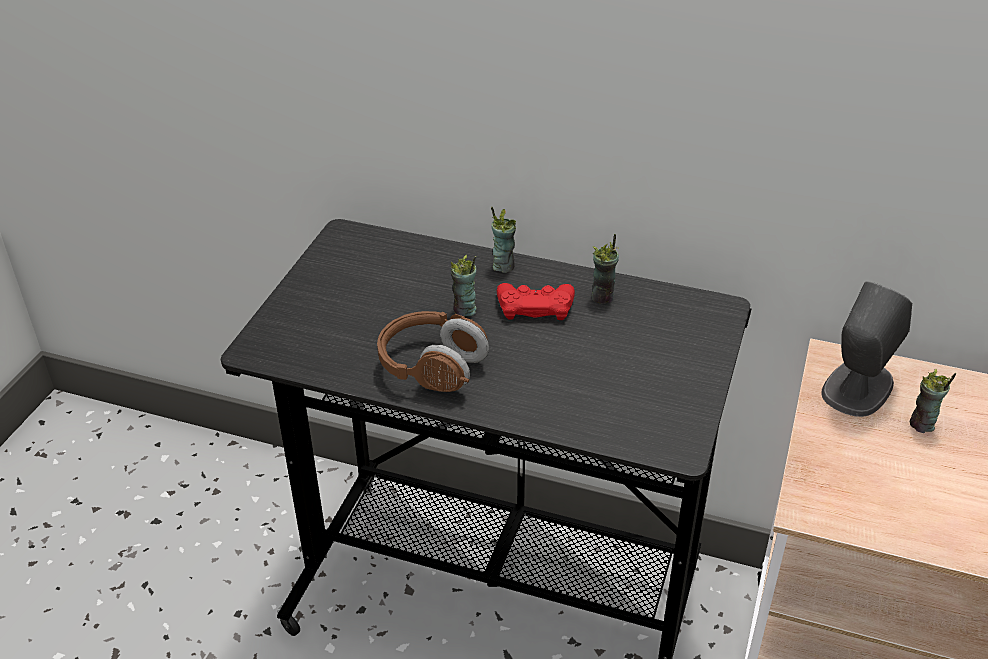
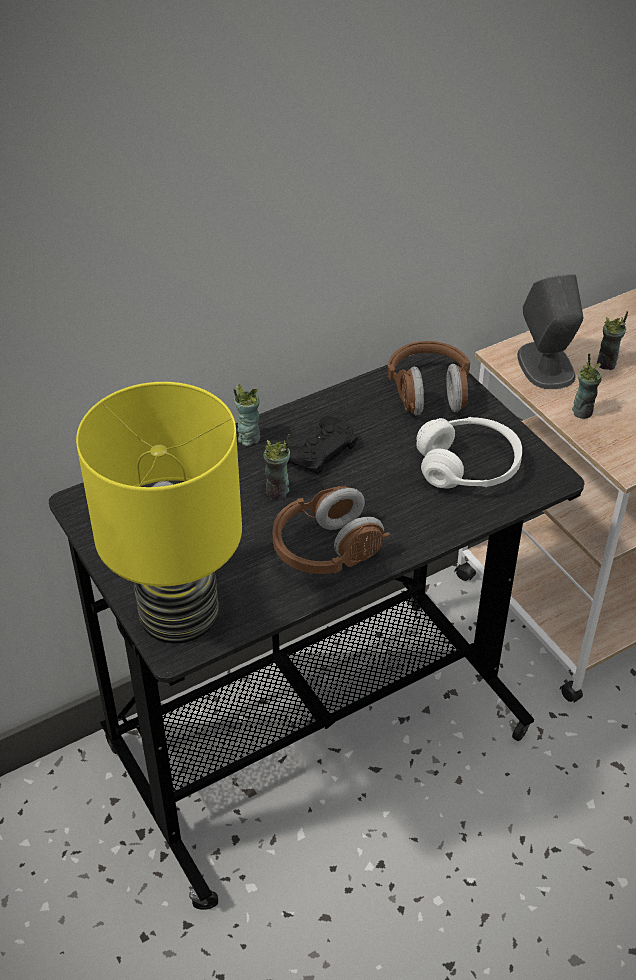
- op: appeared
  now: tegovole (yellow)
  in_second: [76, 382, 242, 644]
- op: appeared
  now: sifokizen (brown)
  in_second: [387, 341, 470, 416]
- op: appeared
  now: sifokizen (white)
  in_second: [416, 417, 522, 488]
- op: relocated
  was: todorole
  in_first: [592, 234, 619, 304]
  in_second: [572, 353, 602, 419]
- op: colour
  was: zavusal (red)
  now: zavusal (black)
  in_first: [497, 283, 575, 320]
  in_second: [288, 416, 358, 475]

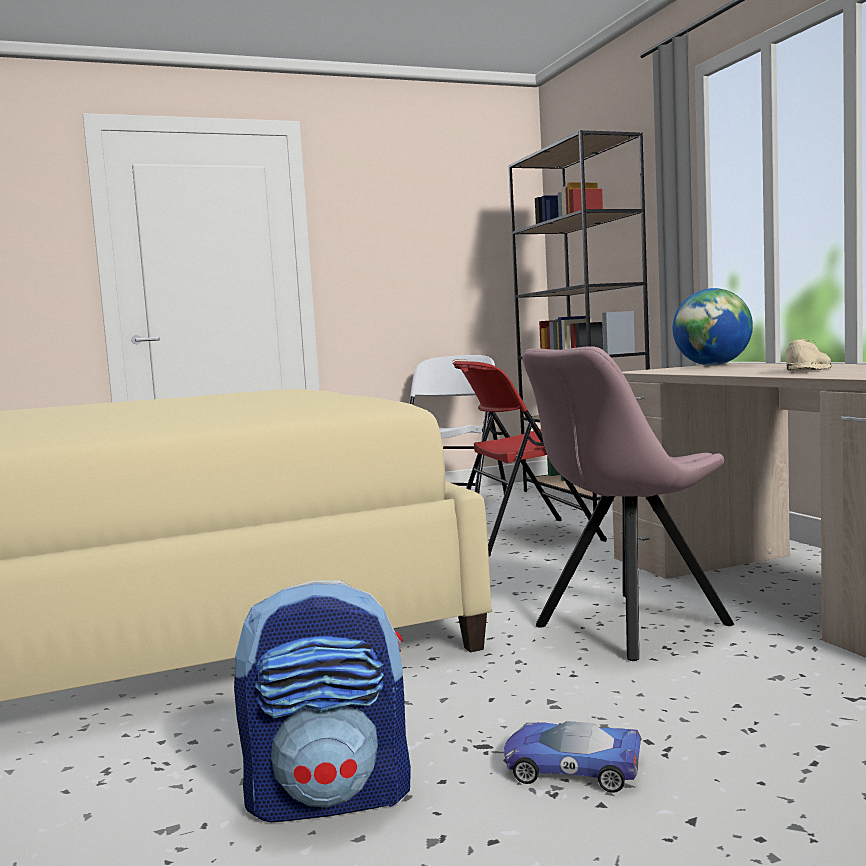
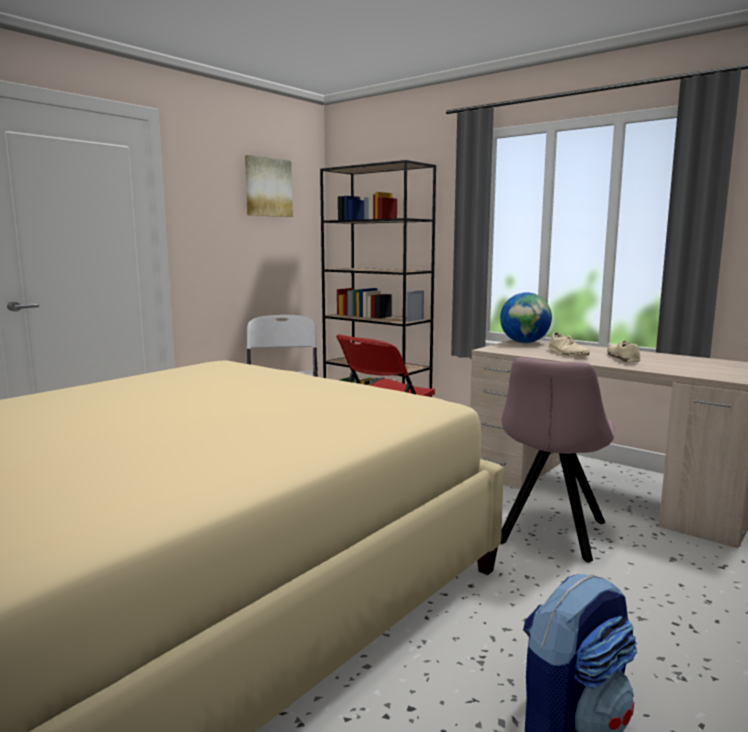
- op: missing
  was: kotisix
  in_first: [504, 721, 642, 793]
- op: appeared
  now: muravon
  in_second: [245, 155, 293, 217]
- op: appeared
  now: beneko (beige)
  in_second: [549, 332, 590, 356]

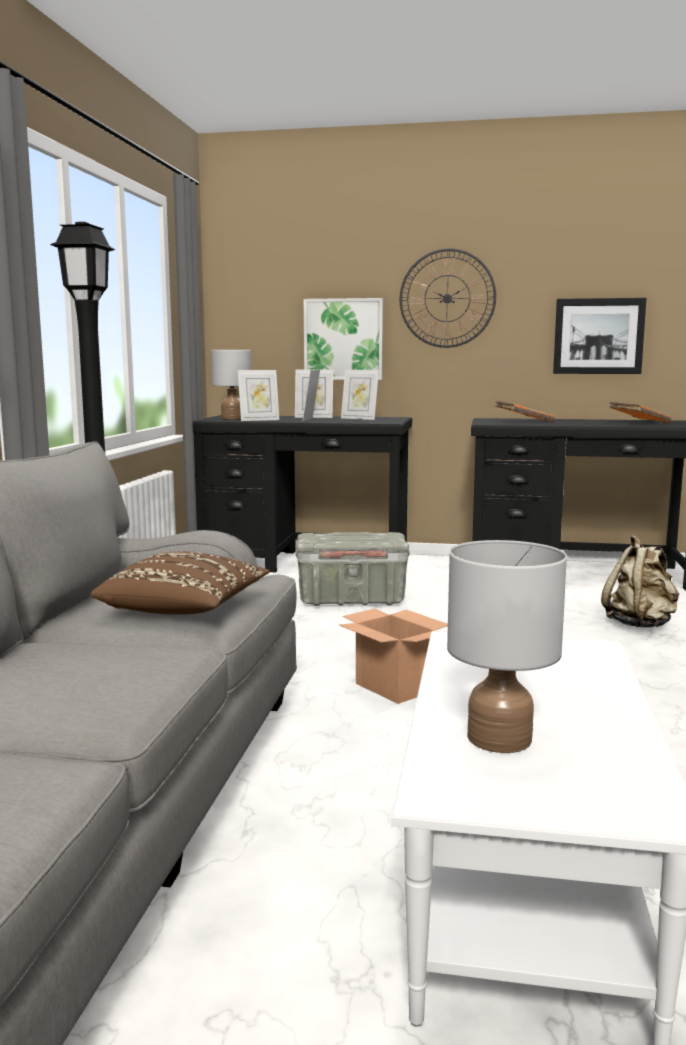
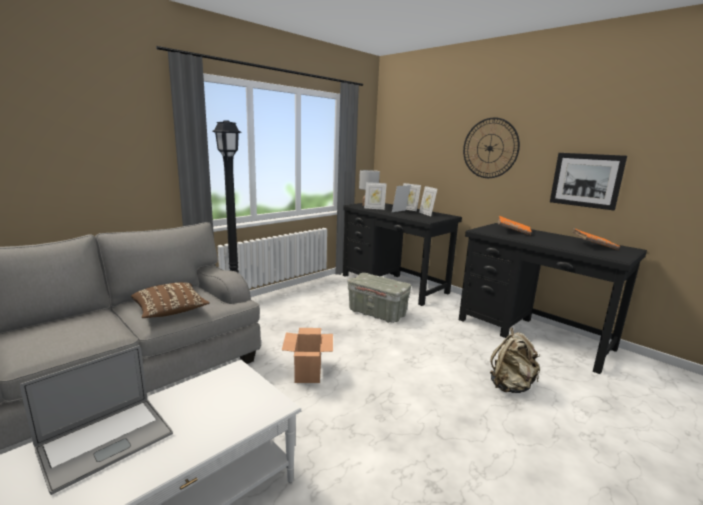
- op: missing
  was: muravon
  in_first: [304, 298, 383, 380]
- op: exchanged
  was: tegovole (grey)
  now: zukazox
  in_first: [447, 540, 567, 753]
  in_second: [20, 345, 173, 495]

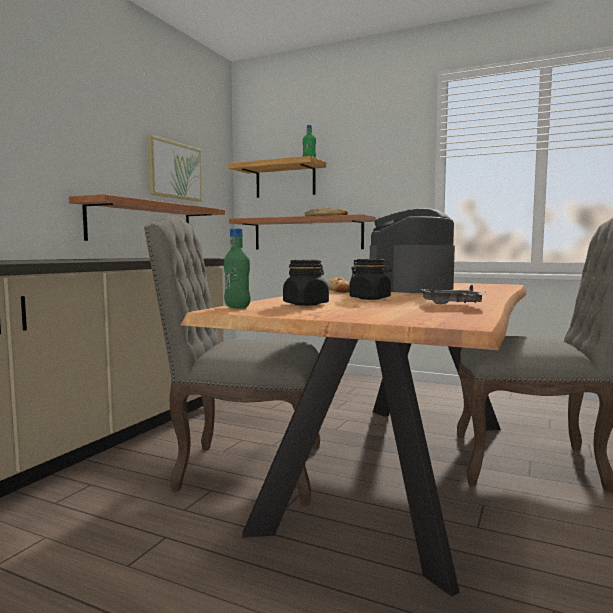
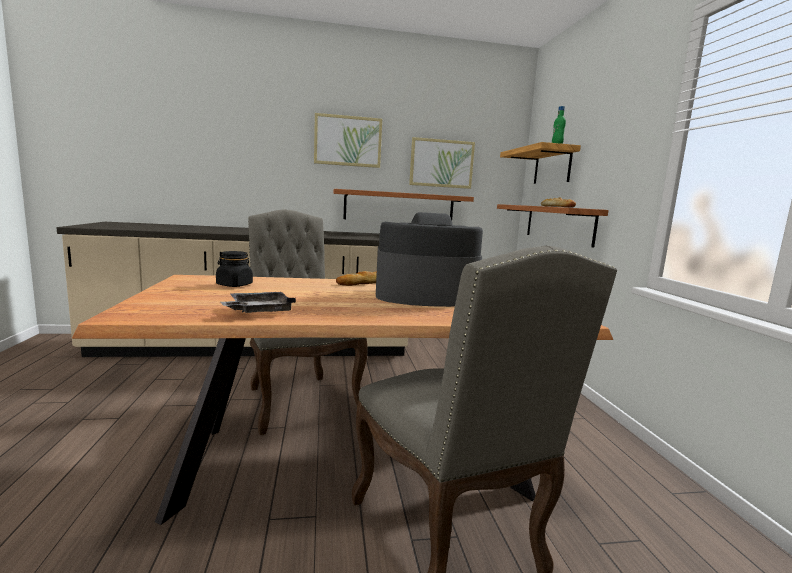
- op: missing
  was: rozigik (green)
  in_first: [224, 228, 251, 309]
- op: missing
  was: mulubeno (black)
  in_first: [349, 259, 392, 300]
- op: appeared
  now: muravon
  in_second: [314, 113, 382, 168]

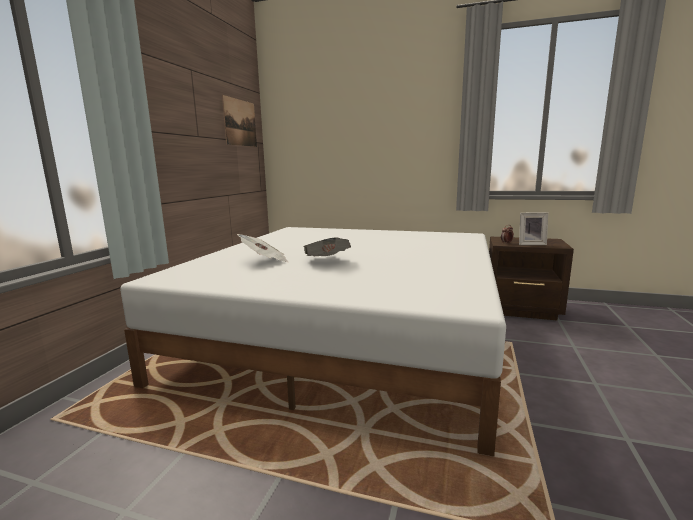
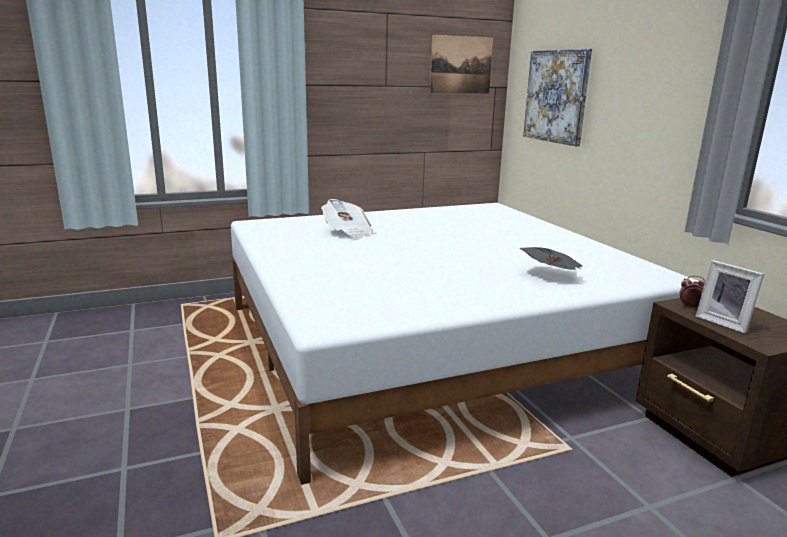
- op: appeared
  now: muravon
  in_second: [523, 49, 592, 146]
- op: relocated
  was: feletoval
  in_first: [303, 237, 351, 256]
  in_second: [520, 247, 583, 270]

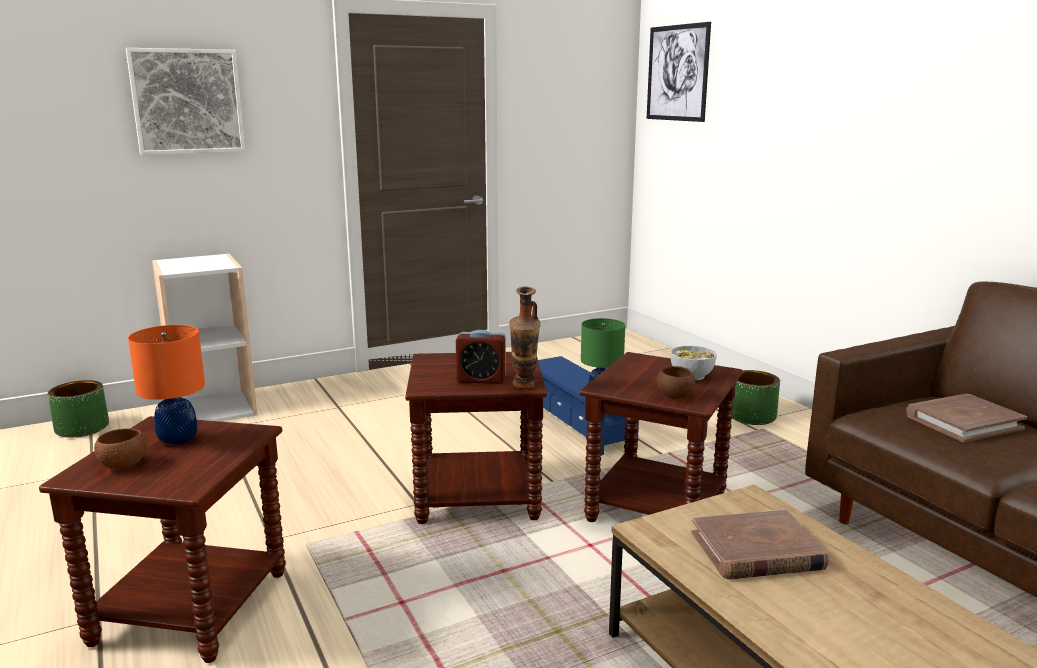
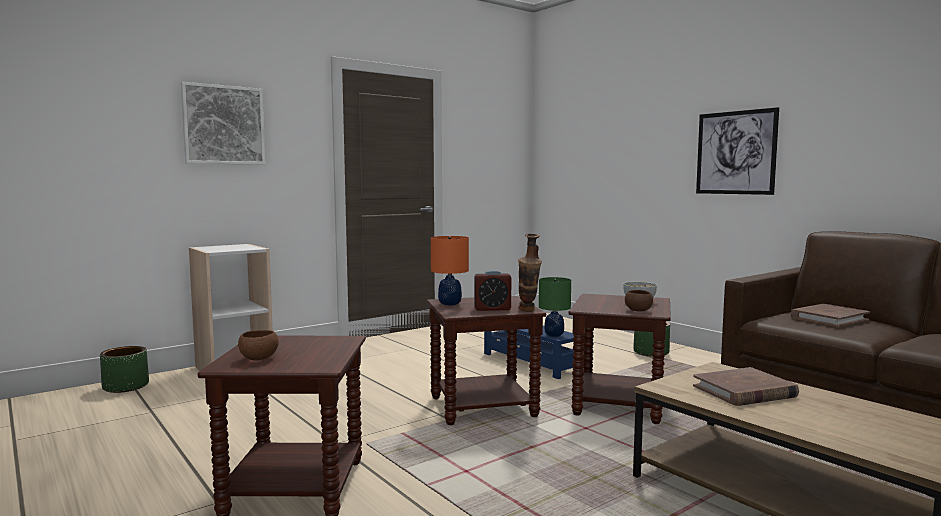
- op: relocated
  was: tegovole (orange)
  in_first: [128, 325, 205, 445]
  in_second: [431, 236, 469, 305]
- op: relocated
  was: muravon
  in_first: [647, 22, 711, 122]
  in_second: [696, 107, 779, 195]

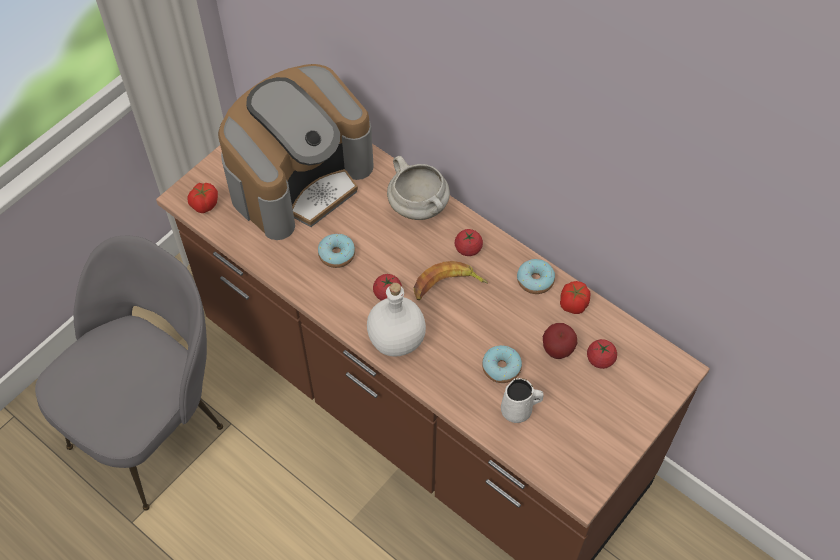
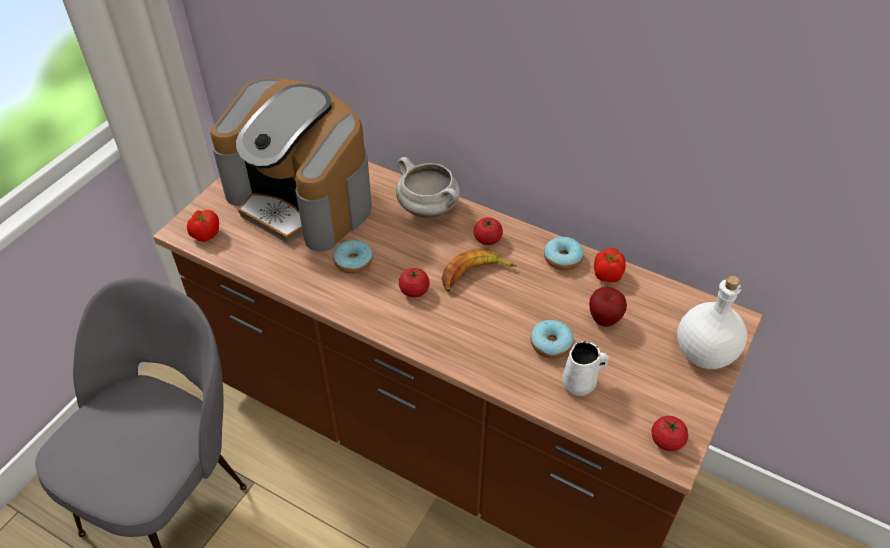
- op: relocated
  was: rozigik (white)
  in_first: [367, 282, 426, 357]
  in_second: [677, 275, 747, 369]
- op: relocated
  was: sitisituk
  in_first: [587, 339, 617, 369]
  in_second: [651, 416, 688, 451]
- op: spun
  was: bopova
  in_first: [218, 64, 374, 240]
  in_second: [210, 78, 372, 252]
  clockwise: 90

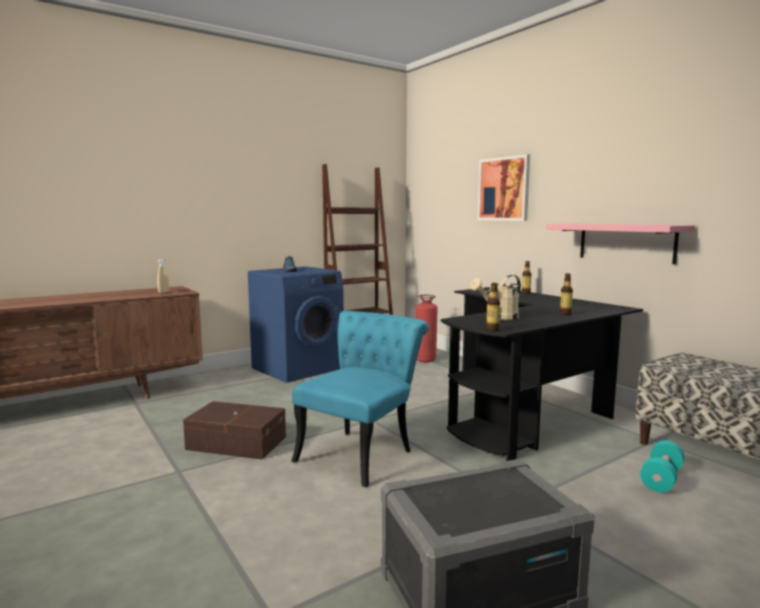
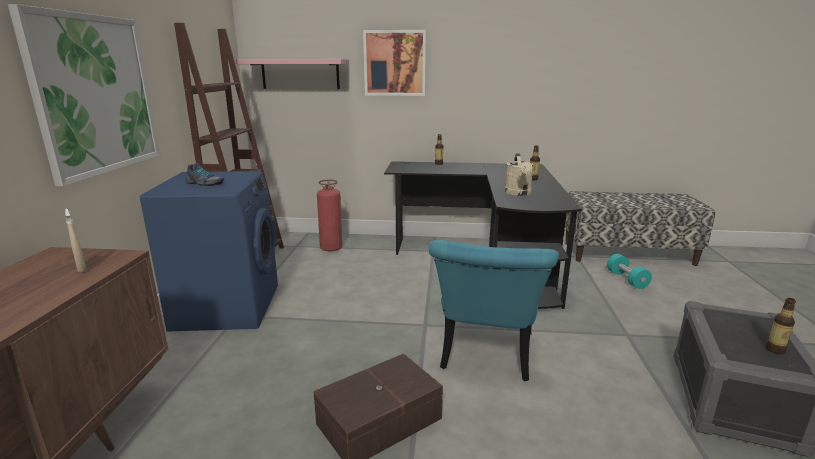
- op: appeared
  now: muravon
  in_second: [8, 4, 160, 187]
- op: relocated
  was: rozigik
  in_first: [486, 283, 500, 331]
  in_second: [766, 298, 796, 354]
- op: relocated
  was: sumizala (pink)
  in_first: [546, 224, 695, 264]
  in_second: [236, 59, 349, 89]
- op: spun
  was: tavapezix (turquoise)
  in_first: [291, 311, 429, 487]
  in_second: [429, 240, 559, 381]
  clockwise: -150

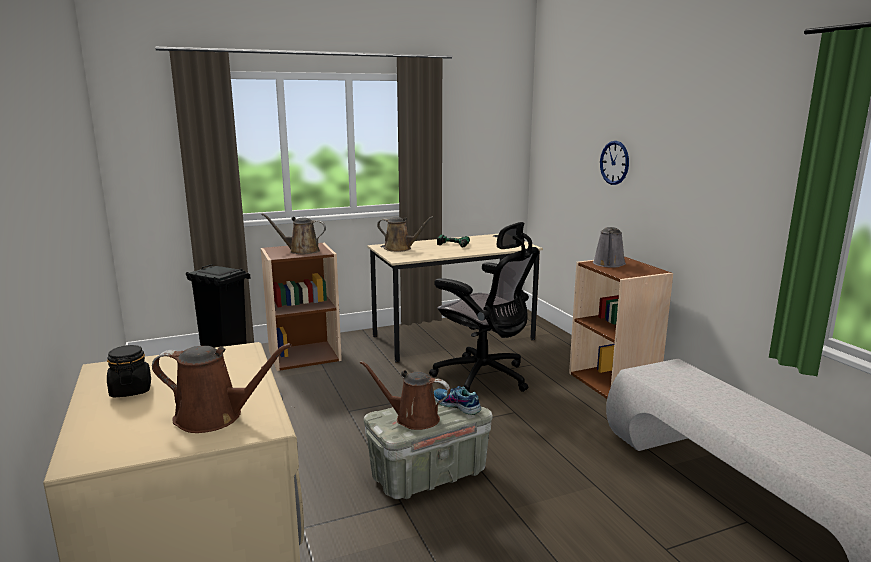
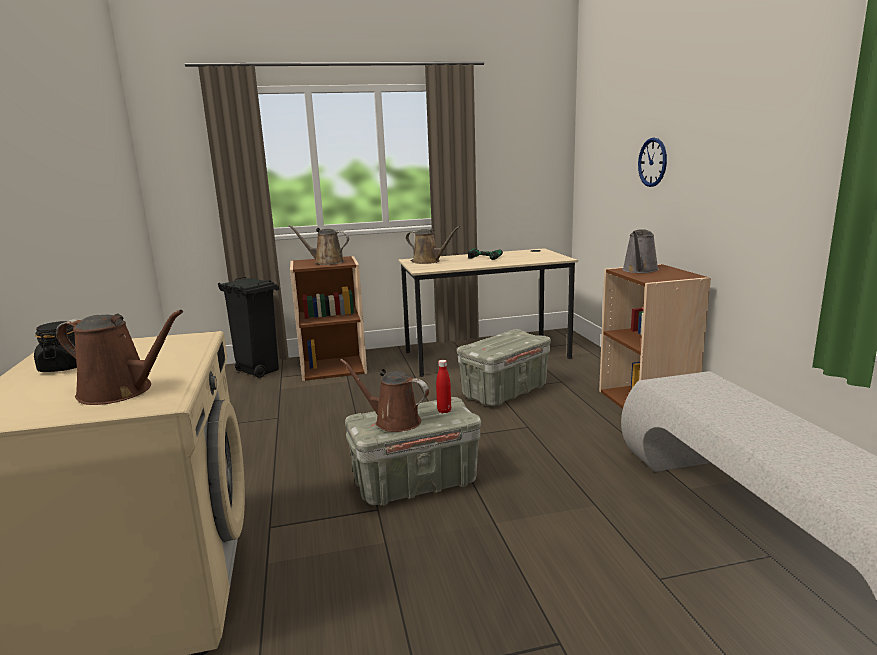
- op: exchanged
  was: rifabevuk
  now: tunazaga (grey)
  in_first: [429, 222, 539, 392]
  in_second: [457, 329, 551, 406]
- op: exchanged
  was: beneko
  now: rozigik (red)
  in_first: [434, 386, 481, 415]
  in_second: [436, 360, 451, 413]

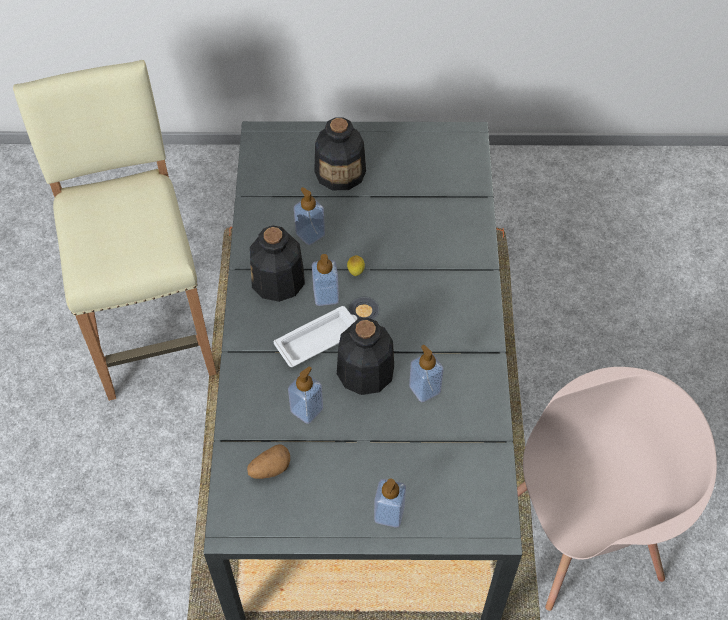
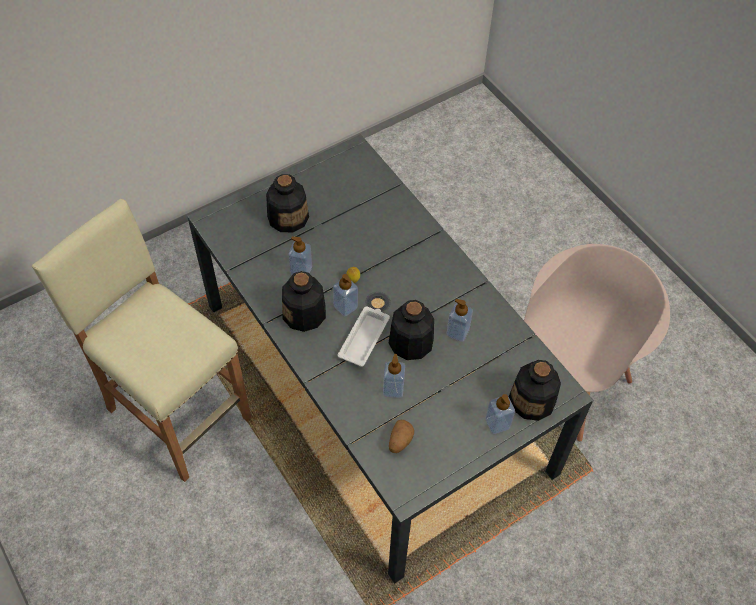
- op: appeared
  now: rozigik
  in_second: [509, 360, 561, 421]

